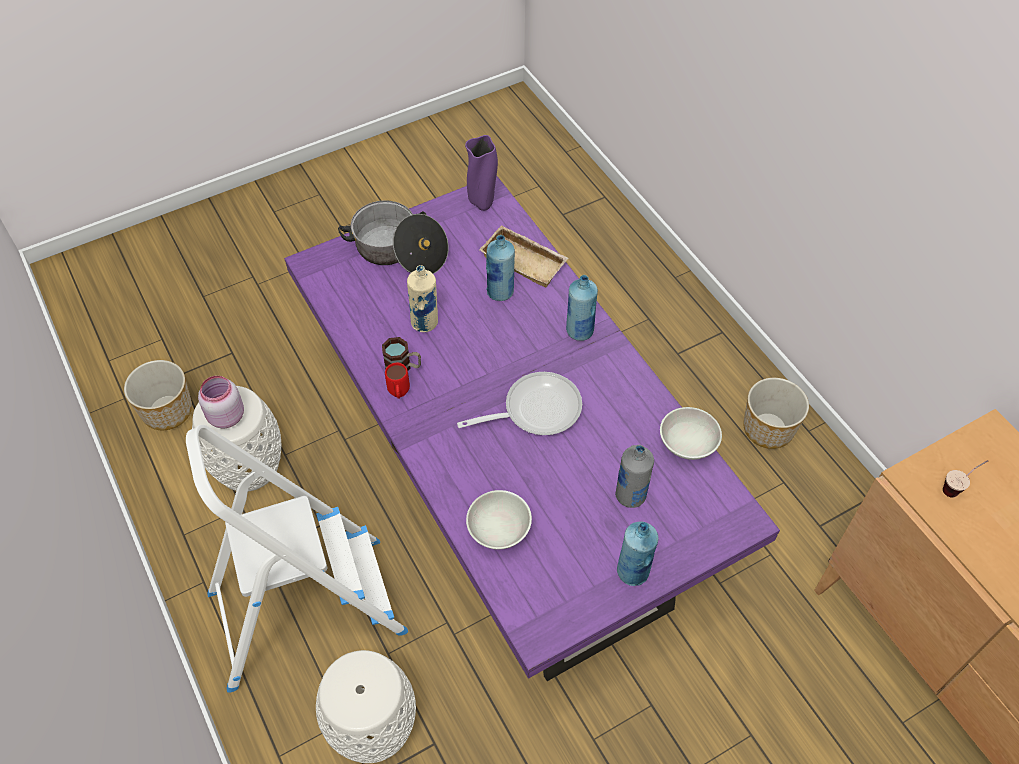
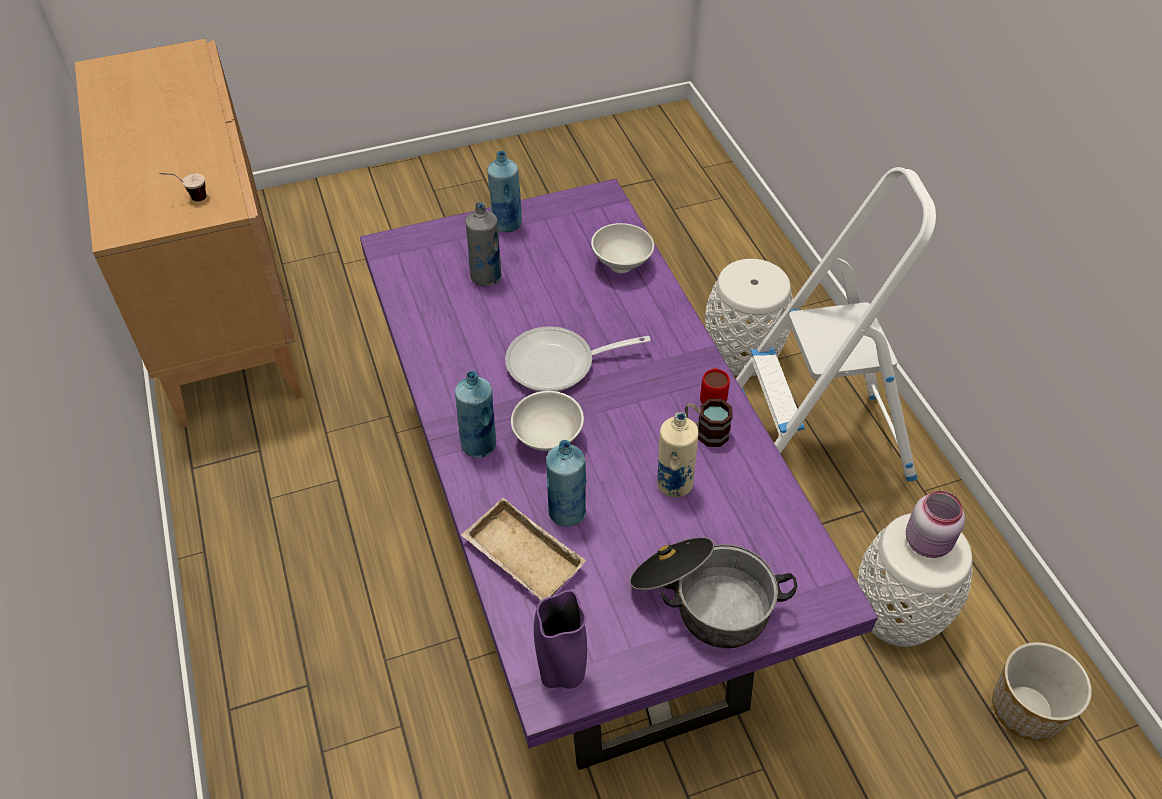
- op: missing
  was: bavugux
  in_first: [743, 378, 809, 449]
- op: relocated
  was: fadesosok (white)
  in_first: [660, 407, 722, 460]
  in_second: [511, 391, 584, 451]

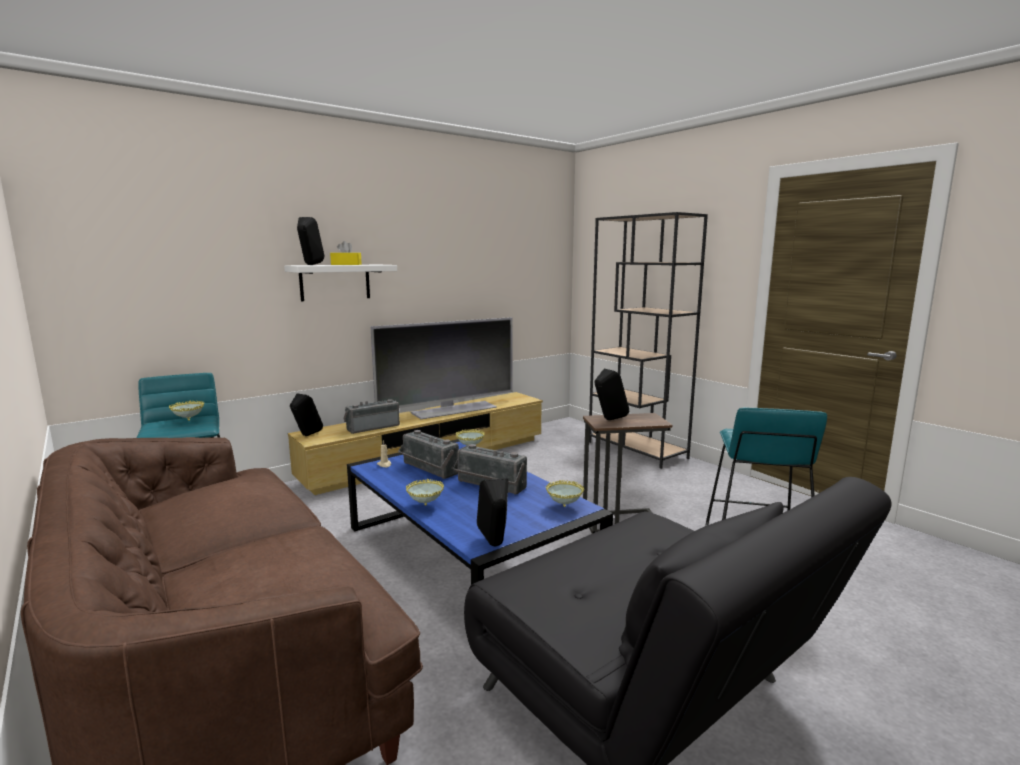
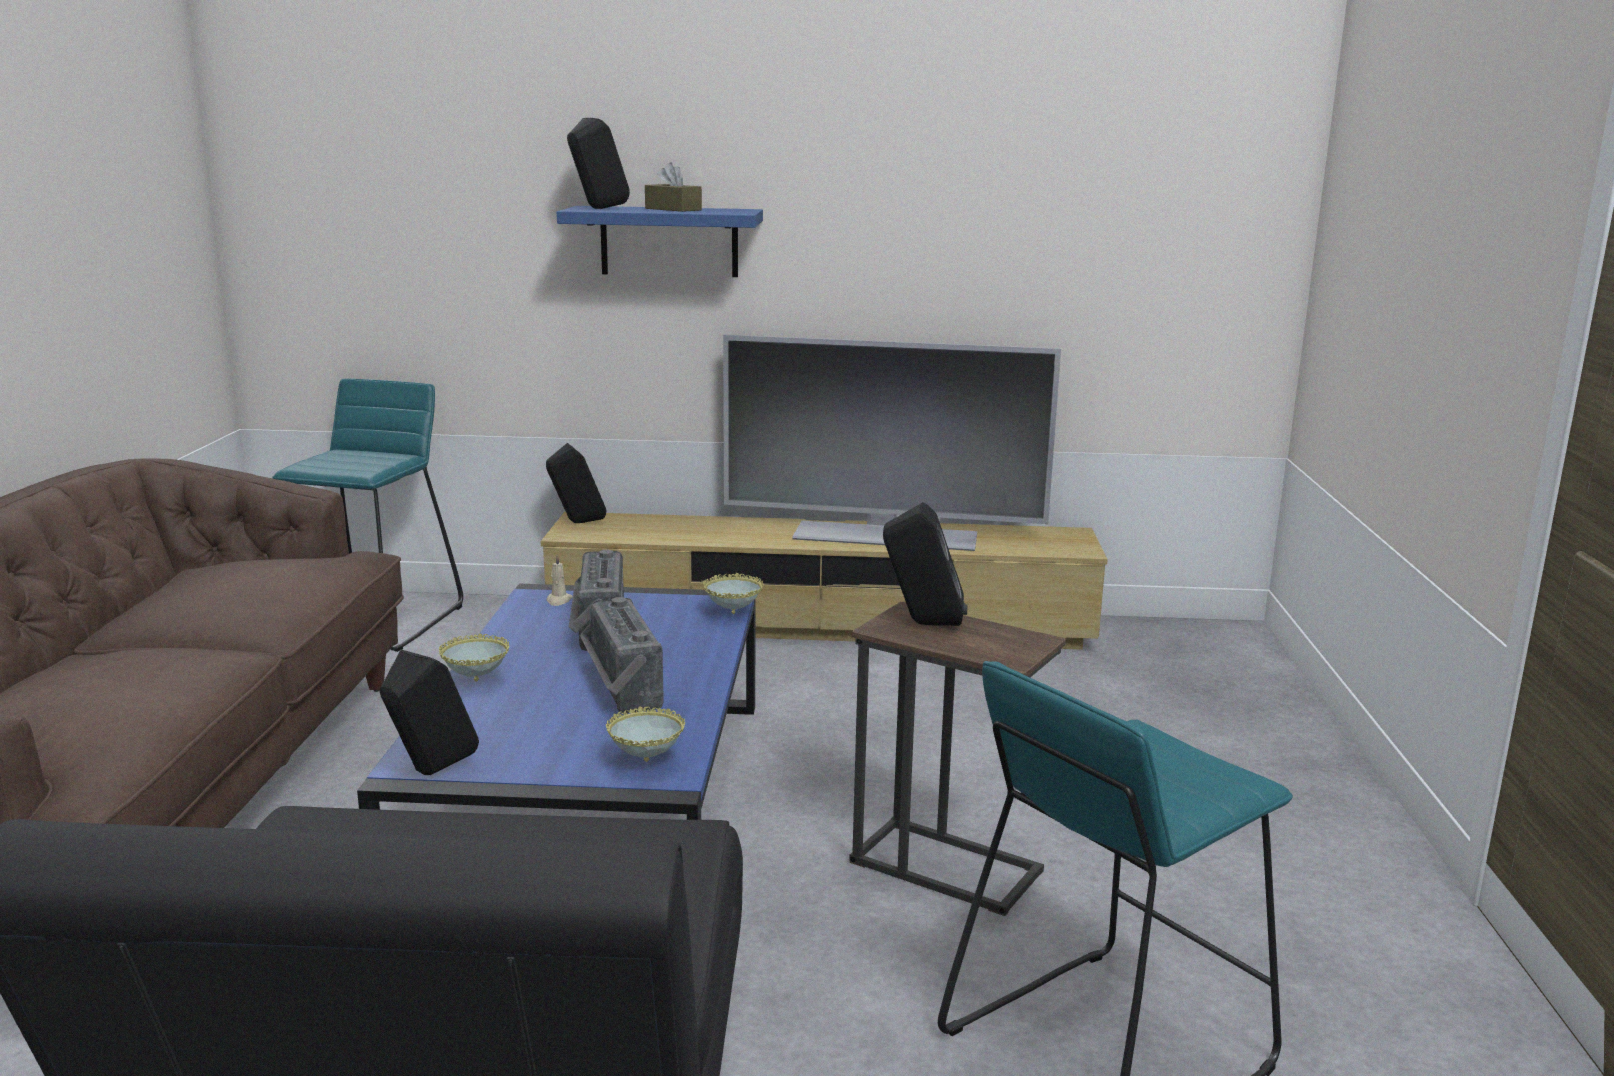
- op: missing
  was: fadesosok
  in_first: [169, 401, 204, 421]
- op: missing
  was: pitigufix
  in_first: [343, 399, 400, 434]
- op: missing
  was: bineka
  in_first: [589, 212, 708, 469]
- op: colour
  was: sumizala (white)
  now: sumizala (blue)
  in_first: [284, 265, 397, 301]
  in_second: [557, 206, 763, 277]
- op: colour
  was: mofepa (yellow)
  now: mofepa (brown)
  in_first: [330, 241, 362, 265]
  in_second: [645, 162, 702, 212]

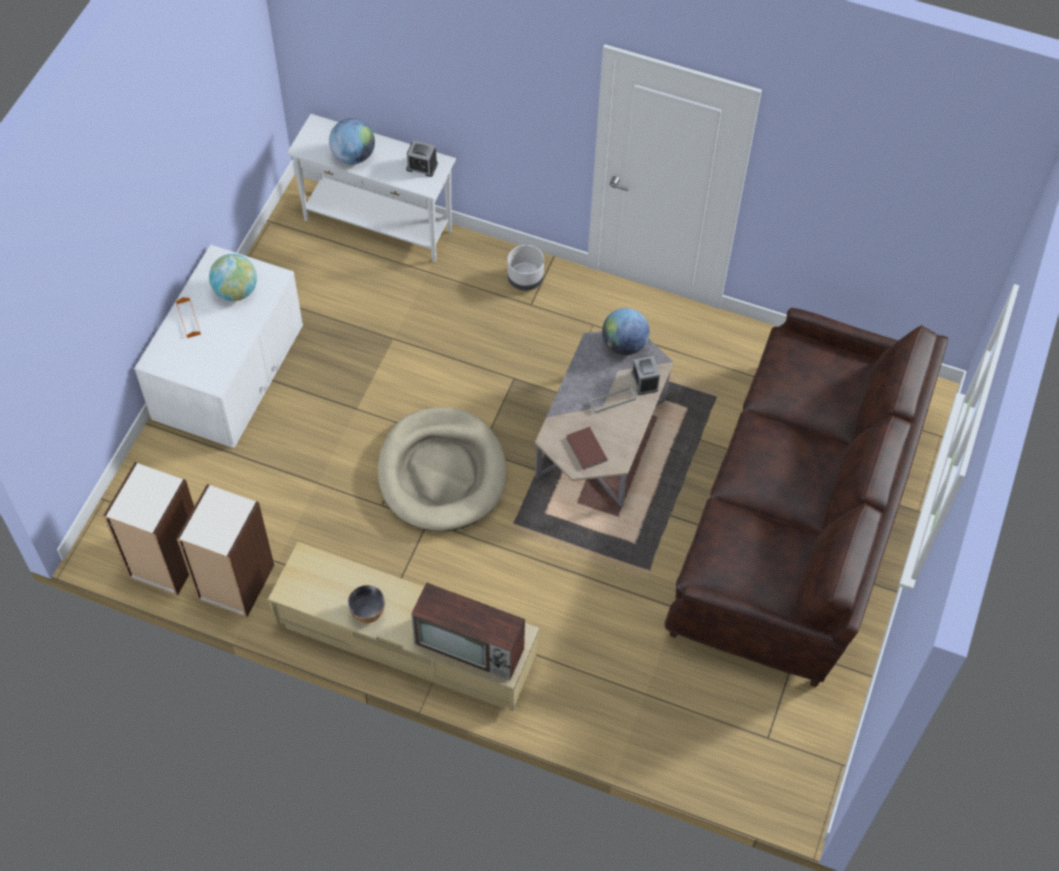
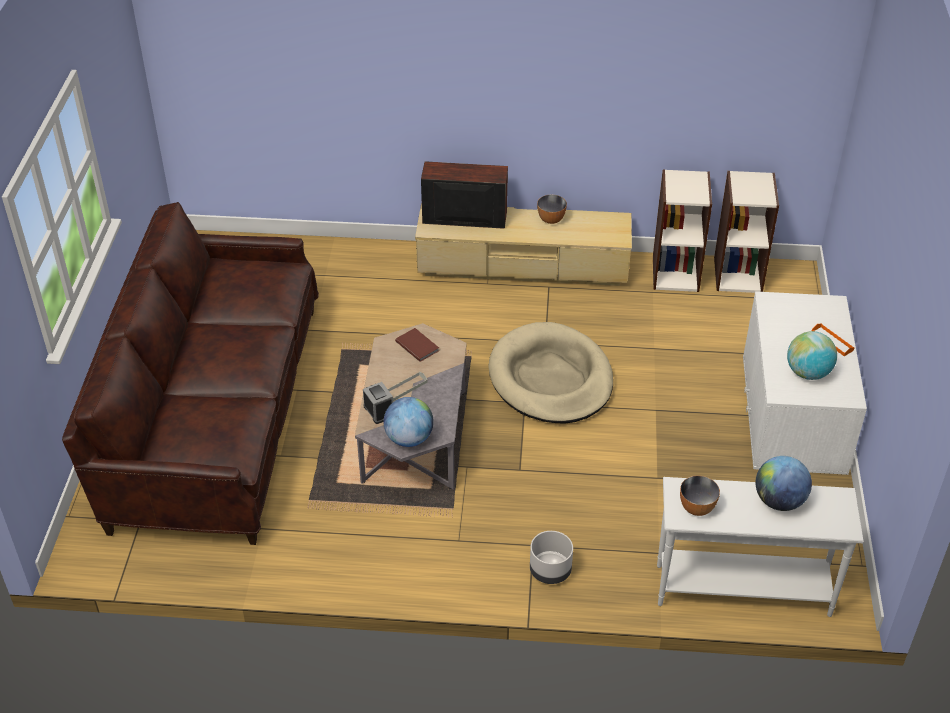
- op: exchanged
  was: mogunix
  now: fadesosok
  in_first: [406, 140, 438, 177]
  in_second: [680, 475, 720, 516]

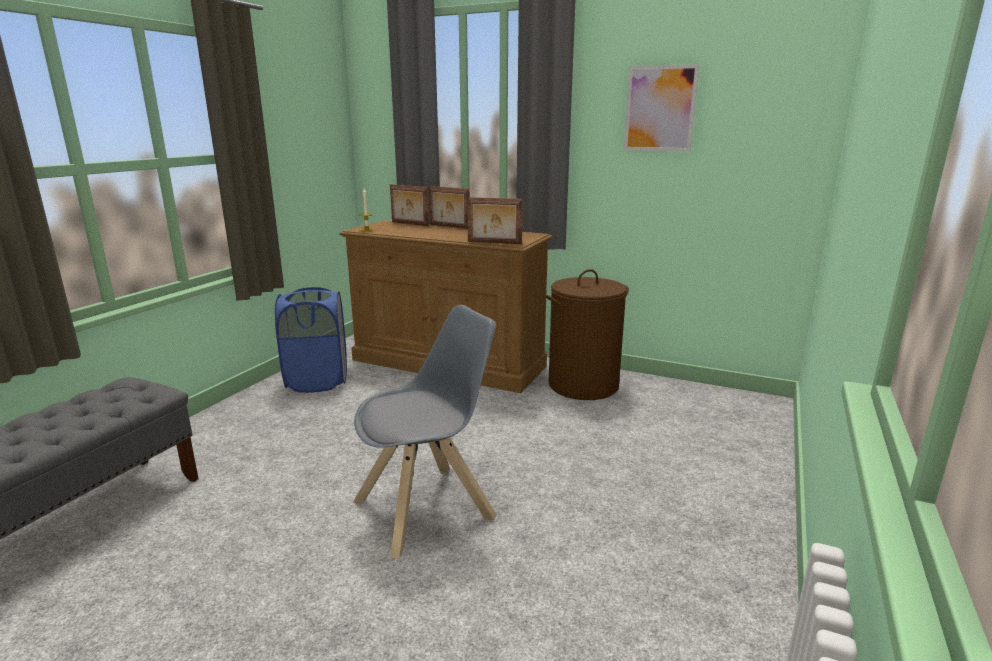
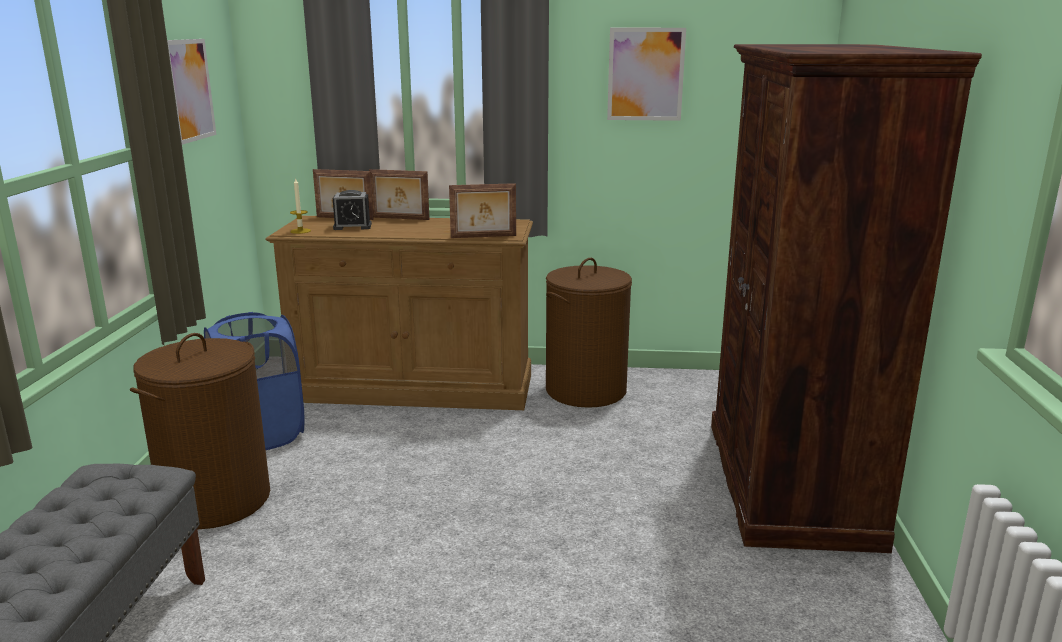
- op: missing
  was: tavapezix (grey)
  in_first: [353, 305, 497, 559]
- op: appeared
  now: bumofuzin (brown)
  in_second: [130, 333, 270, 529]
- op: appeared
  now: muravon
  in_second: [167, 39, 217, 145]
- op: appeared
  now: mogunix
  in_second: [333, 190, 372, 230]
- op: appeared
  now: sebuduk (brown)
  in_second: [711, 44, 982, 553]

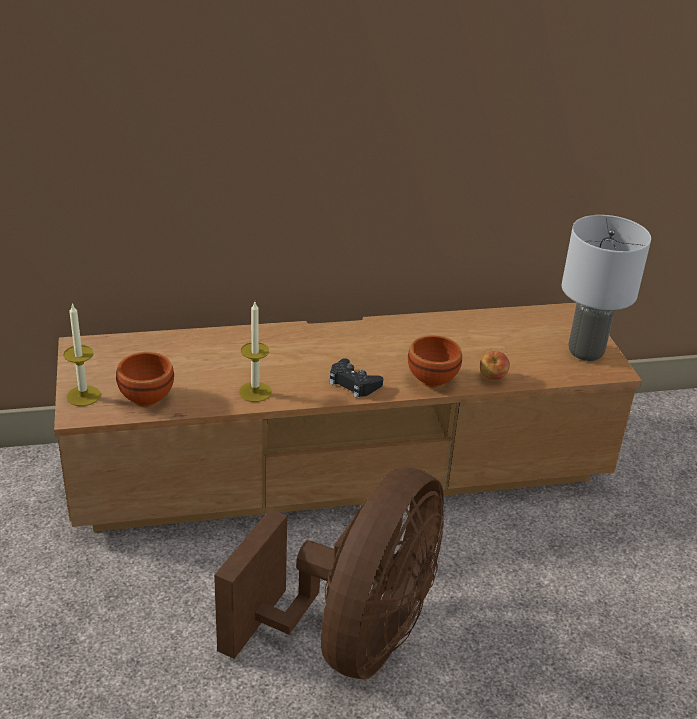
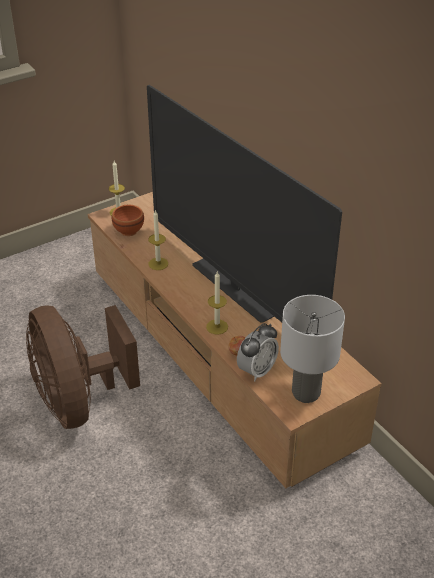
- op: missing
  was: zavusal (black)
  in_first: [329, 358, 383, 398]
- op: appeared
  now: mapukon
  in_second: [147, 85, 342, 335]
- op: appeared
  now: mogunix
  in_second: [237, 323, 279, 381]
- op: exchanged
  was: fadesosok (brown)
  now: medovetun
  in_first: [408, 335, 462, 388]
  in_second: [206, 272, 228, 335]
- op: spun
  was: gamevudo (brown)
  in_first: [214, 467, 444, 680]
  in_second: [26, 305, 140, 429]
  clockwise: 60

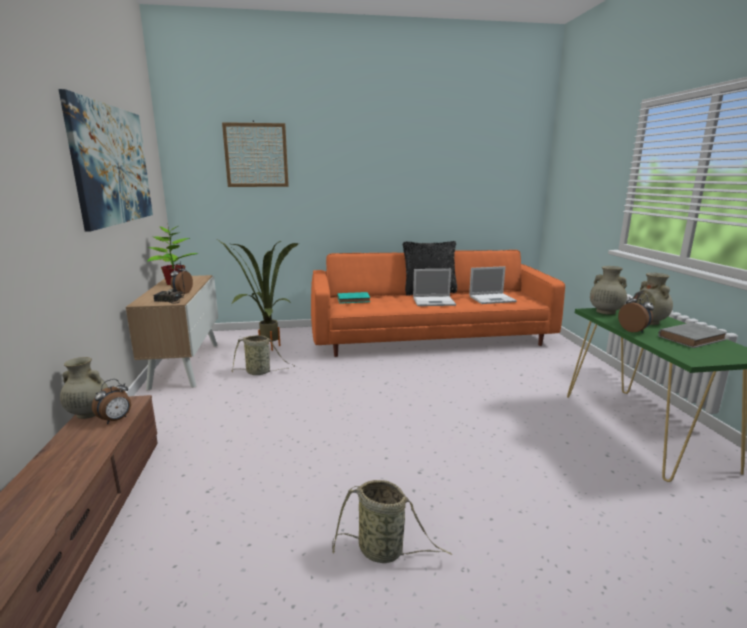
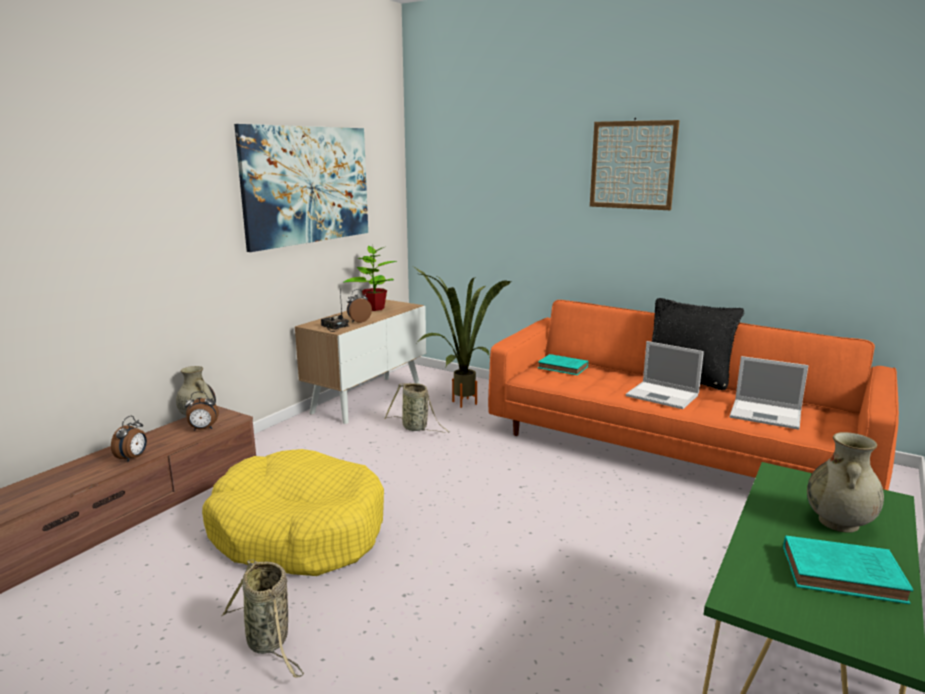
- op: missing
  was: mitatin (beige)
  in_first: [590, 266, 627, 315]
- op: appeared
  now: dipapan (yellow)
  in_second: [202, 449, 384, 576]
- op: relocated
  was: muravon
  in_first: [222, 121, 289, 187]
  in_second: [590, 118, 680, 210]
- op: relocated
  was: mogunix
  in_first: [618, 292, 654, 333]
  in_second: [111, 416, 147, 462]
- op: colour
  was: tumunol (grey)
  now: tumunol (turquoise)
  in_first: [658, 322, 727, 348]
  in_second: [783, 536, 913, 604]

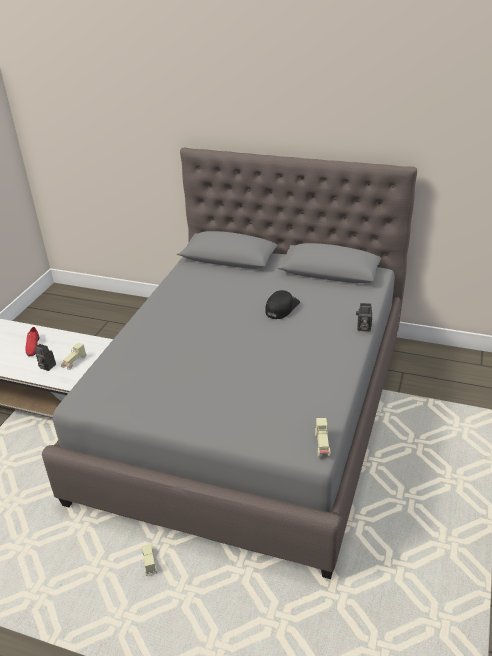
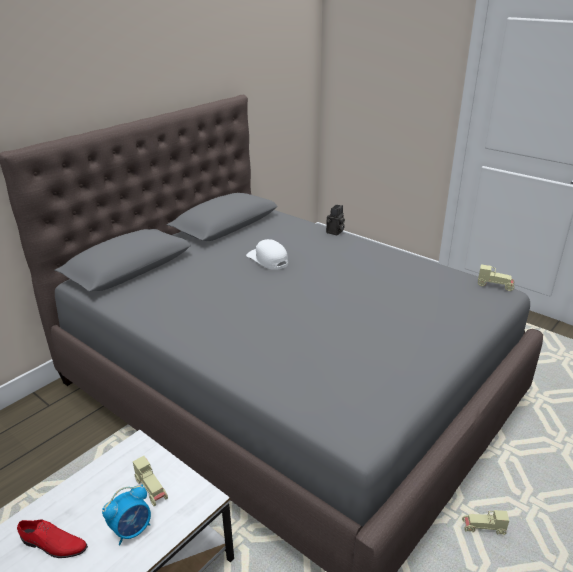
- op: exchanged
  was: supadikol
  now: mogunix
  in_first: [35, 344, 56, 371]
  in_second: [102, 485, 151, 545]
- op: colour
  was: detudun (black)
  now: detudun (white)
  in_first: [265, 290, 300, 319]
  in_second: [246, 239, 288, 270]

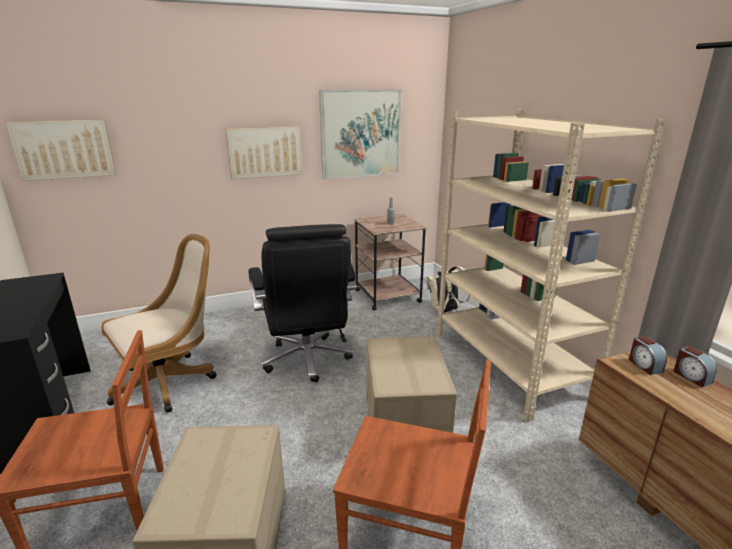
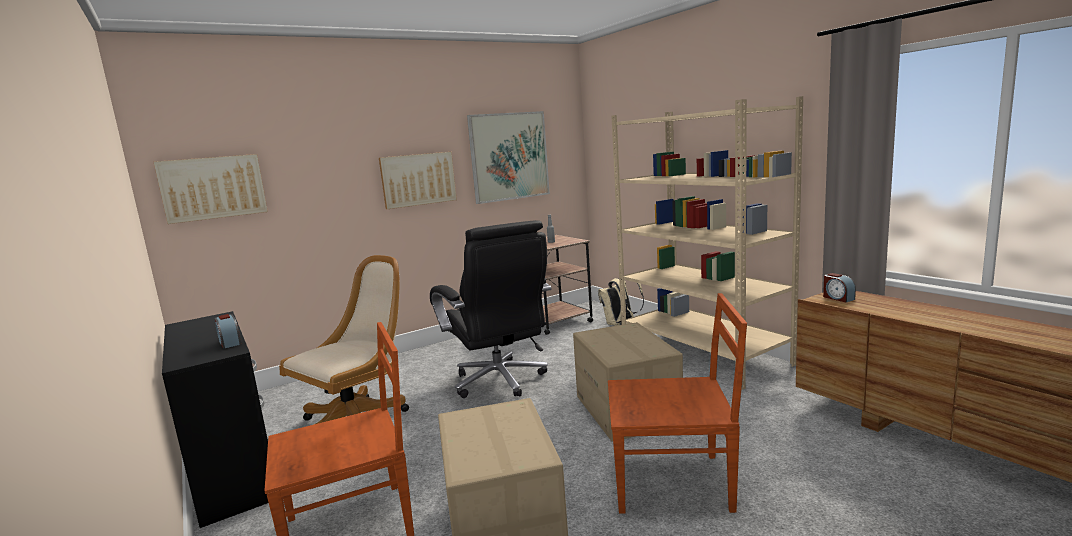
- op: relocated
  was: mogunix
  in_first: [673, 346, 717, 387]
  in_second: [215, 314, 241, 349]

